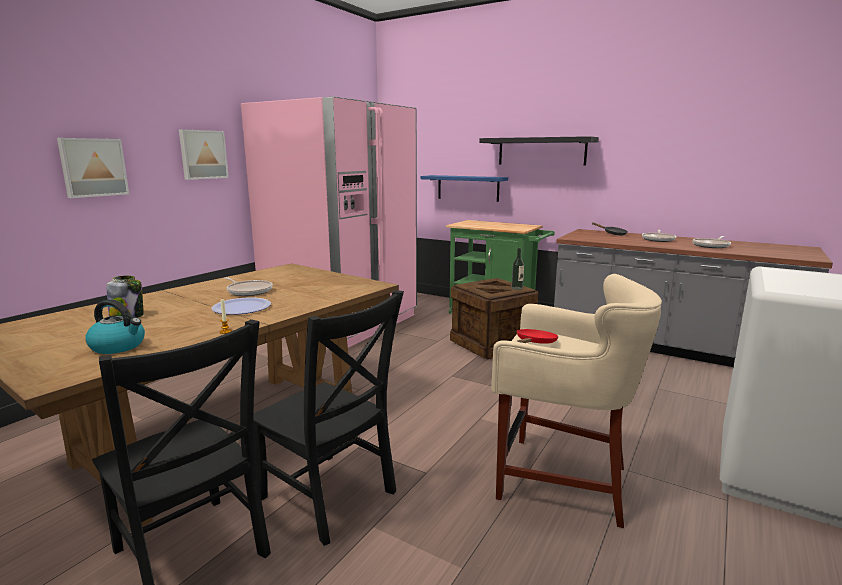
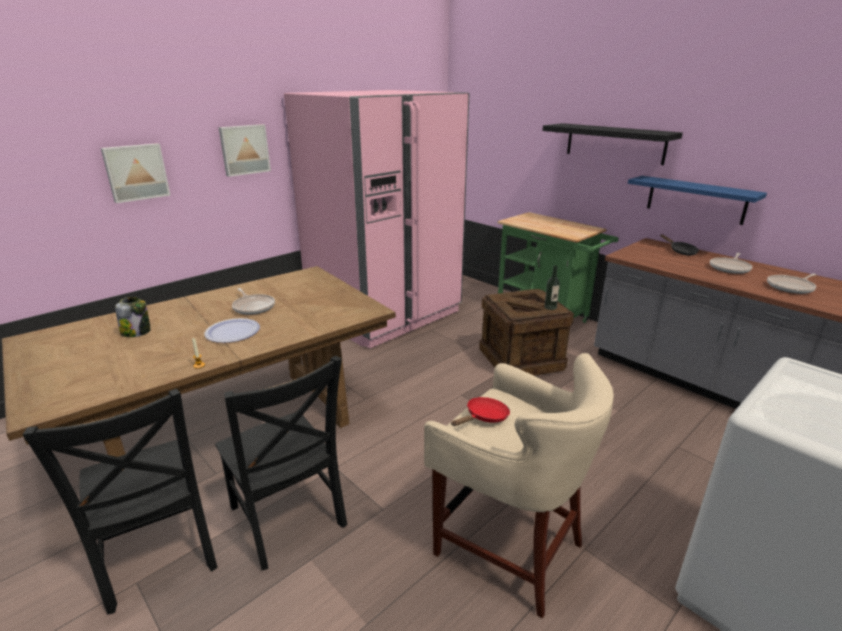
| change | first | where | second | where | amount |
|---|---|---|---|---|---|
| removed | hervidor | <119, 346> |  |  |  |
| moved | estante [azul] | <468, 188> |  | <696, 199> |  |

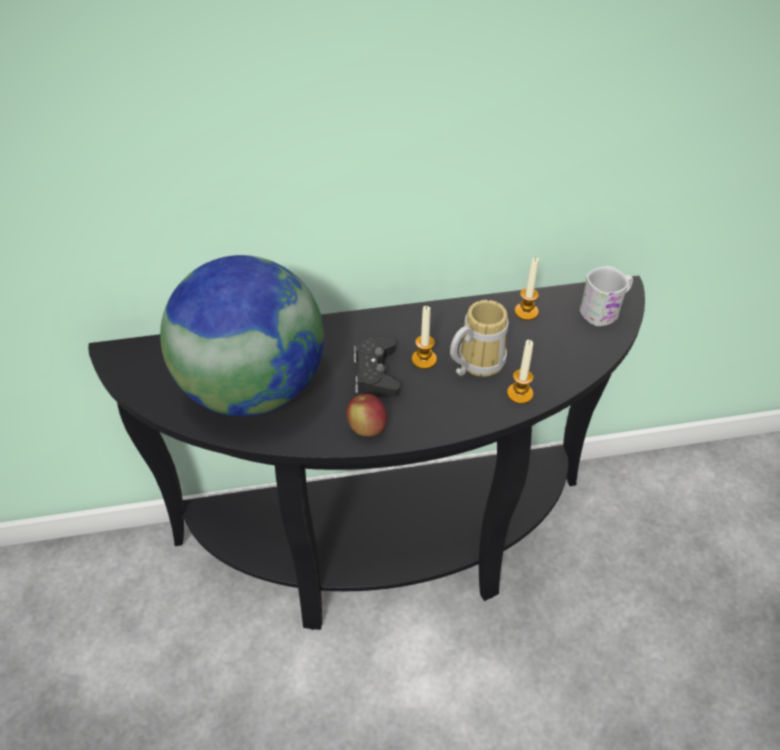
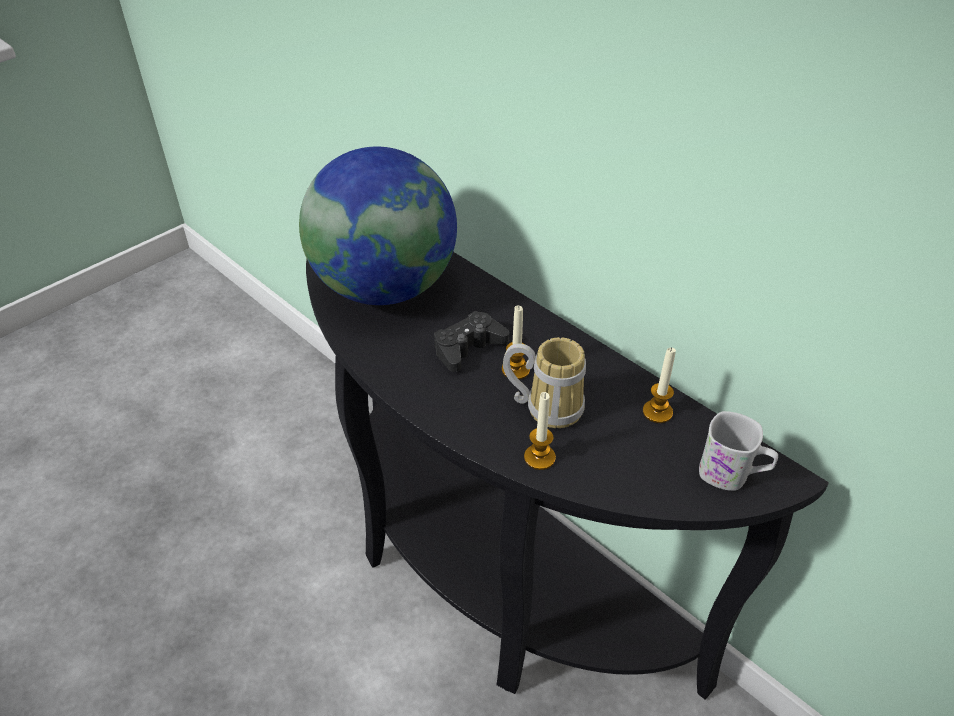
| change | first | where | second | where | amount |
|---|---|---|---|---|---|
| removed | manzana | <367, 428> |  |  |  |

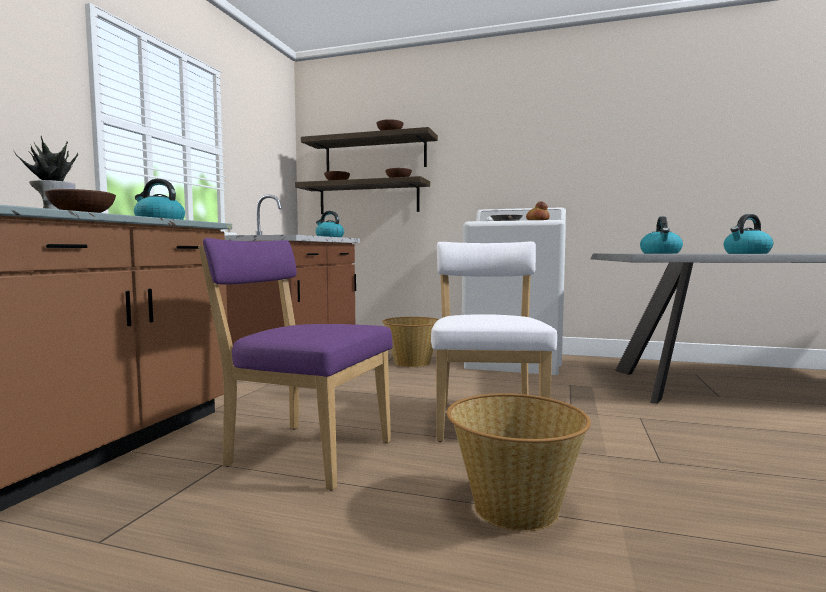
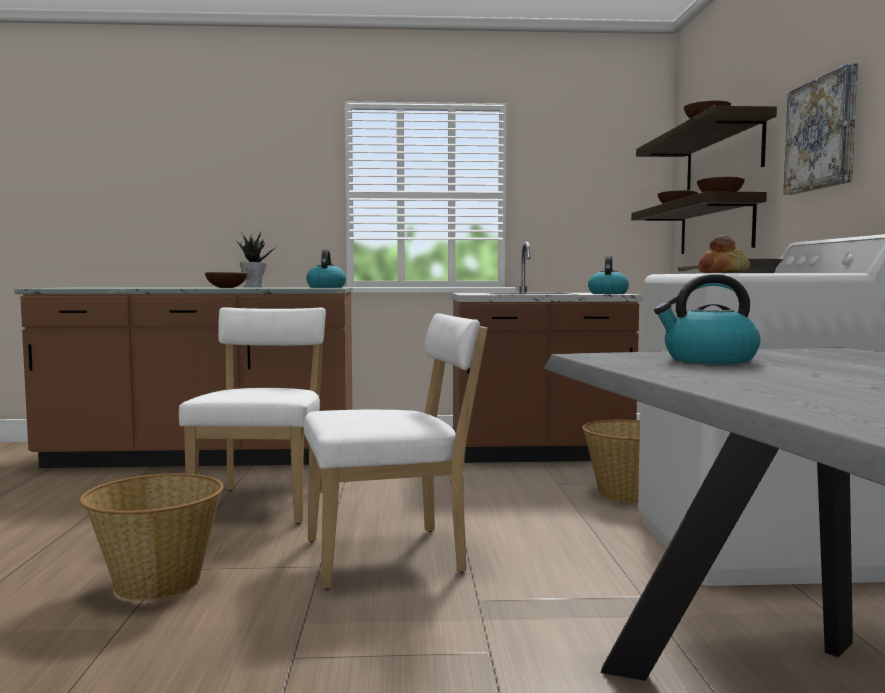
| change | first | where | second | where | amount |
|---|---|---|---|---|---|
| removed | hervidor | <746, 253> |  |  |  |
| added |  |  | cuadro | <822, 134> |  |
| recoloured | silla [morado] | <304, 453> | silla [blanco] | <263, 503> |  |

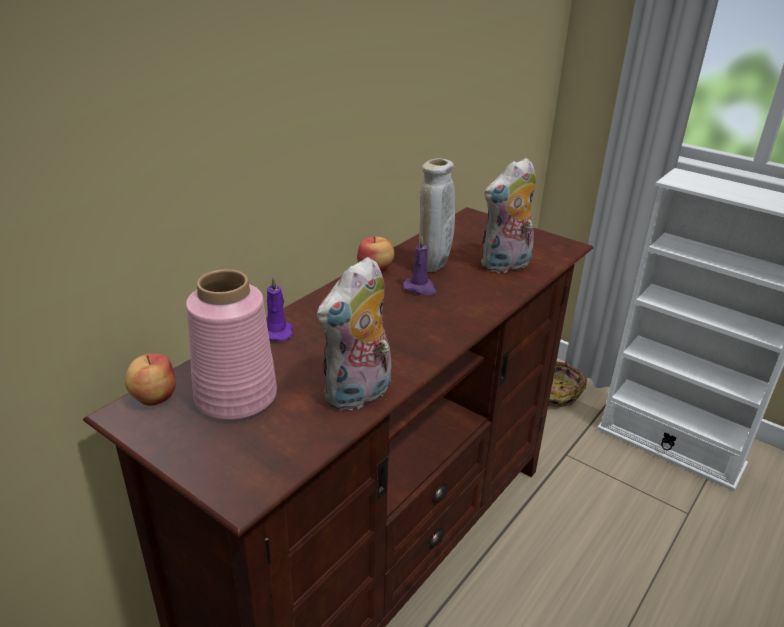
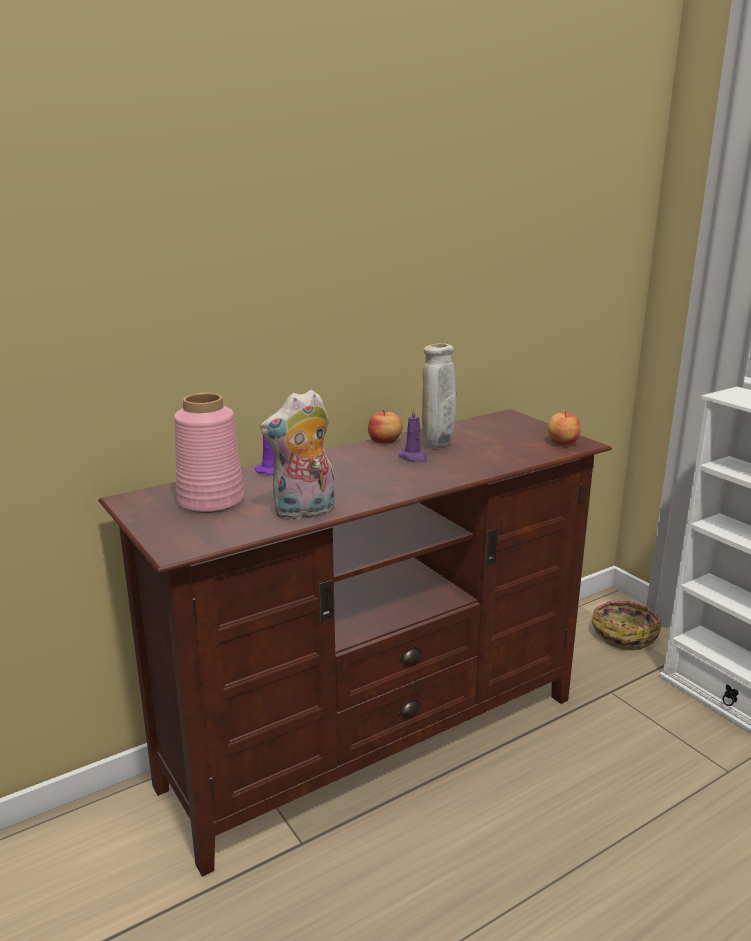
| change | first | where | second | where | amount |
|---|---|---|---|---|---|
| removed | peluche | <506, 265> |  |  |  |
| moved | manzana | <154, 397> |  | <561, 443> |  |

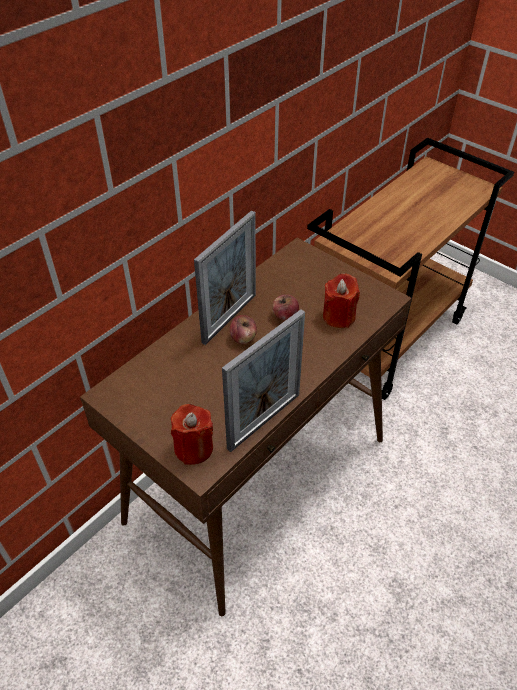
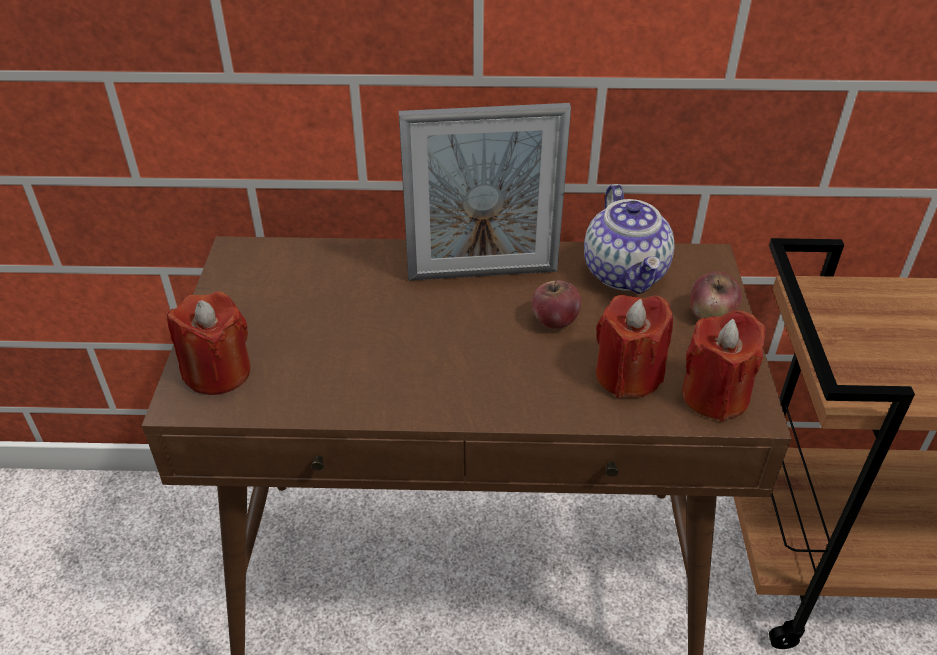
| change | first | where | second | where | amount |
|---|---|---|---|---|---|
| removed | portarretratos | <264, 421> |  |  |  |
| added |  |  | tetera | <626, 273> |  |
| added |  |  | vela [rojo] | <715, 395> |  |
| moved | manzana | <243, 338> |  | <711, 314> |  |

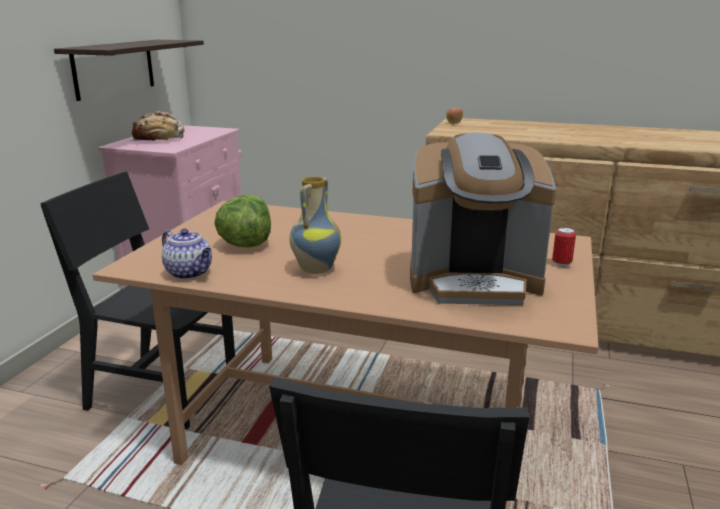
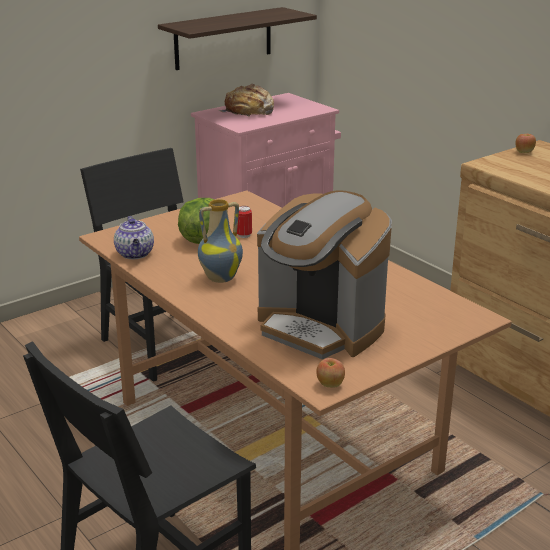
| change | first | where | second | where | amount |
|---|---|---|---|---|---|
| added |  |  | manzana | <330, 385> |  |
| moved | lata | <561, 264> |  | <244, 235> |  |

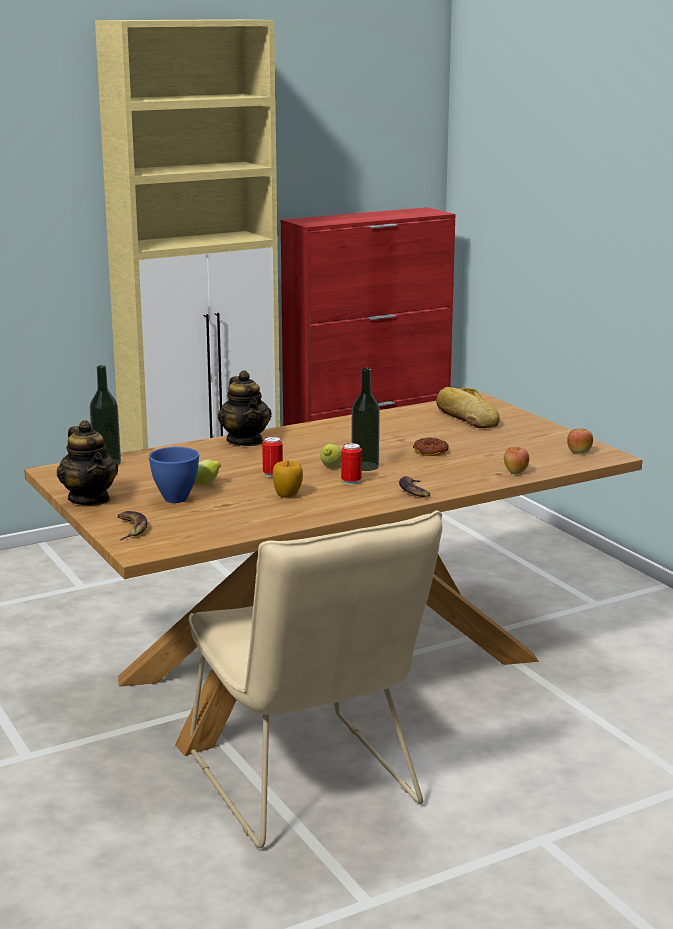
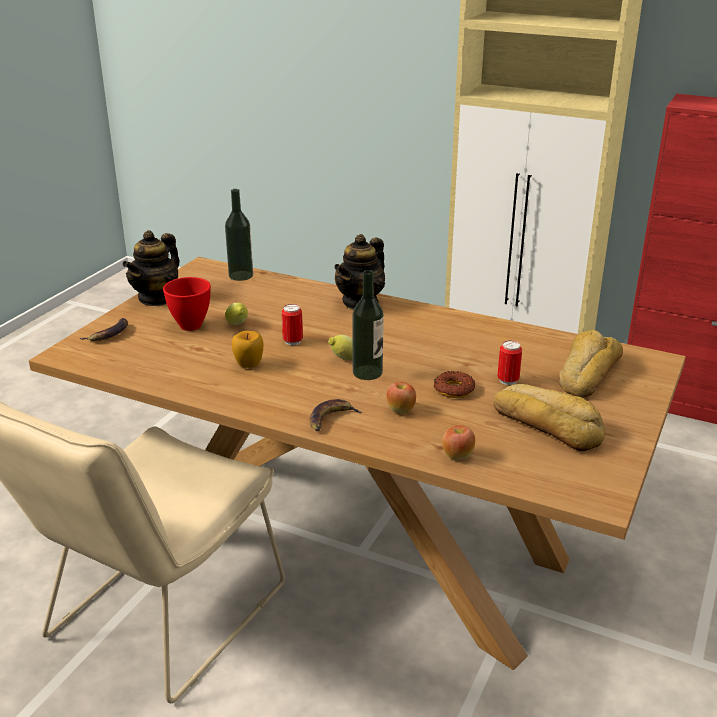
| change | first | where | second | where | amount |
|---|---|---|---|---|---|
| added |  |  | pan | <548, 424> |  |
| moved | lata | <351, 482> |  | <508, 380> |  |
| moved | manzana | <579, 452> |  | <400, 410> |  |
| recoloured | cuenco [azul] | <176, 499> | cuenco [rojo] | <189, 326> |  |

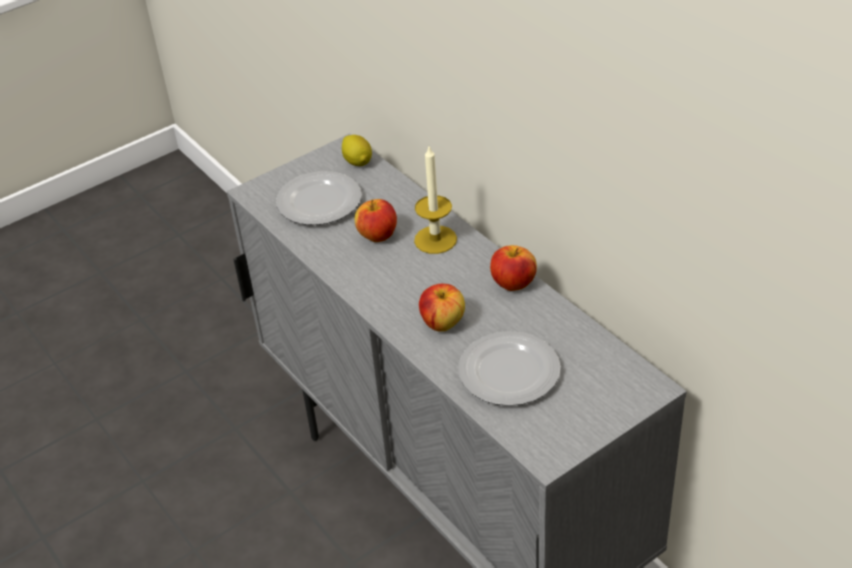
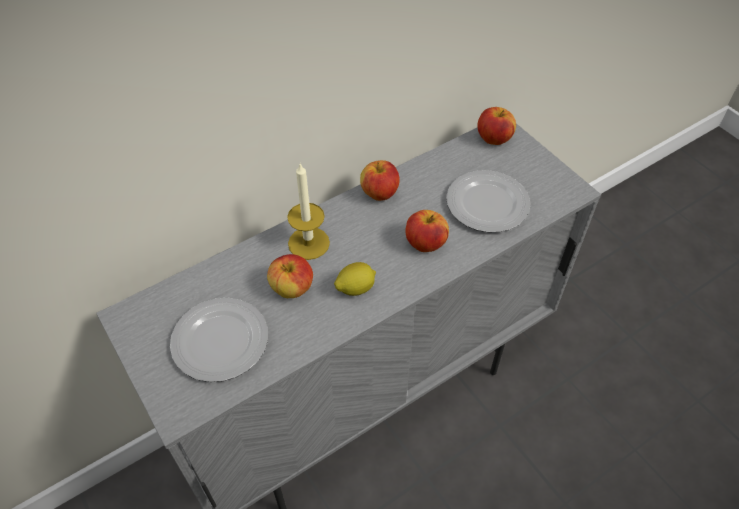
| change | first | where | second | where | amount |
|---|---|---|---|---|---|
| added |  |  | manzana | <493, 139> |  |
| moved | limón | <358, 161> |  | <355, 288> |  |

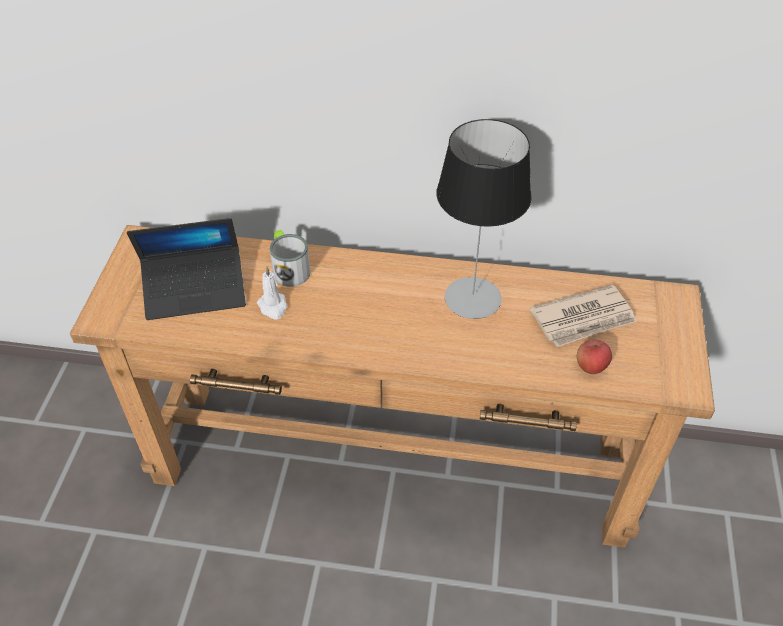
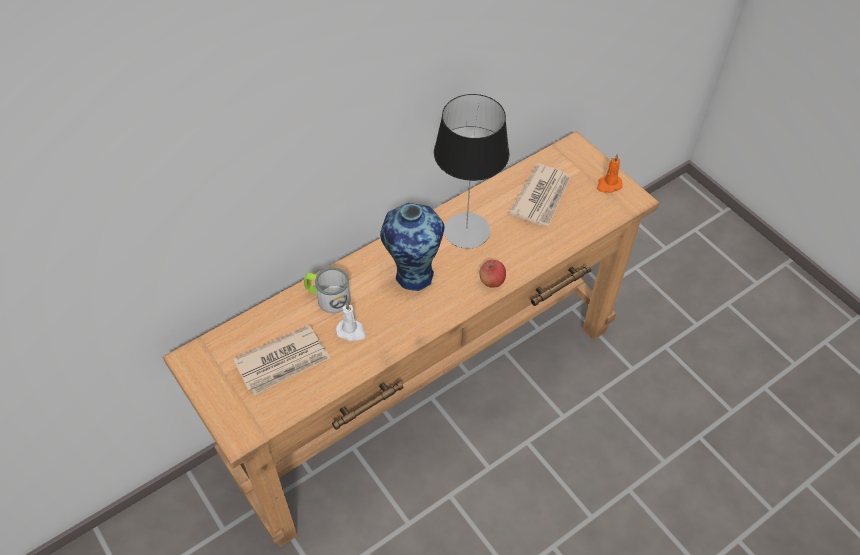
| change | first | where | second | where | amount |
|---|---|---|---|---|---|
| added |  |  | florero | <413, 274> |  |
| added |  |  | vela [naranja] | <608, 185> |  |
| moved | manzana | <591, 366> |  | <492, 281> |  |
| replaced | portátil | <195, 291> | periódico | <283, 362> |  |

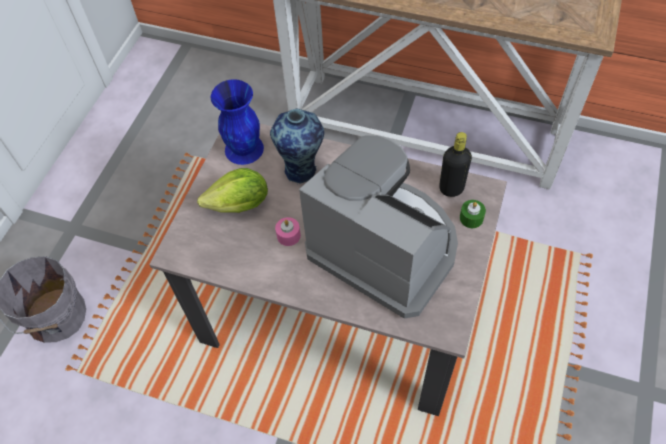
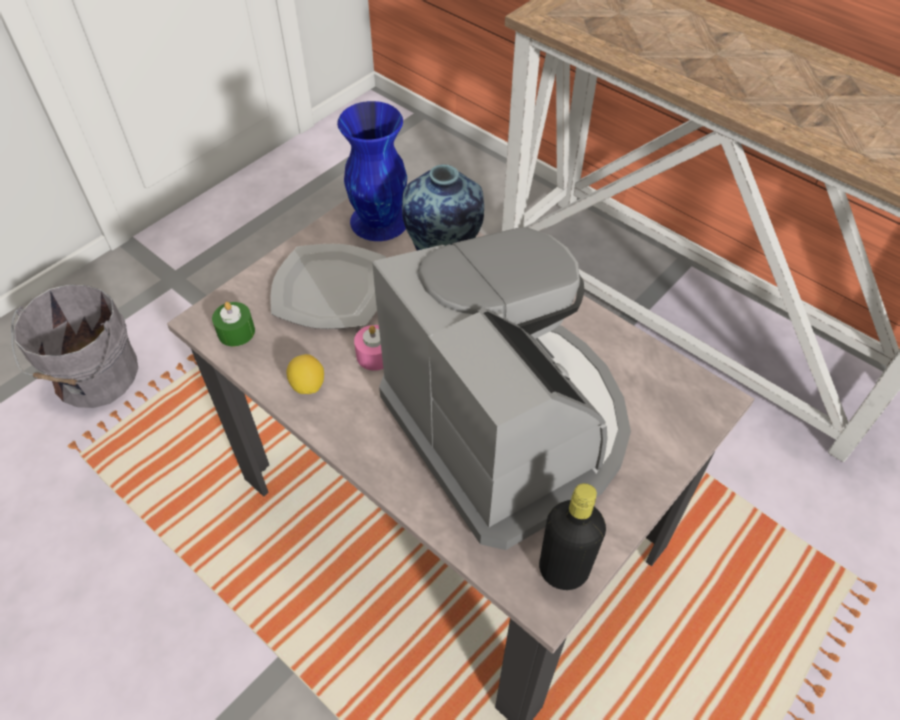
| change | first | where | second | where | amount |
|---|---|---|---|---|---|
| added |  |  | limón | <308, 385> |  |
| moved | botella [negro] | <451, 188> |  | <563, 570> |  |
| moved | vela [verde] | <471, 218> |  | <236, 332> |  |
| replaced | lechuga | <240, 205> | plato | <331, 290> |  |

